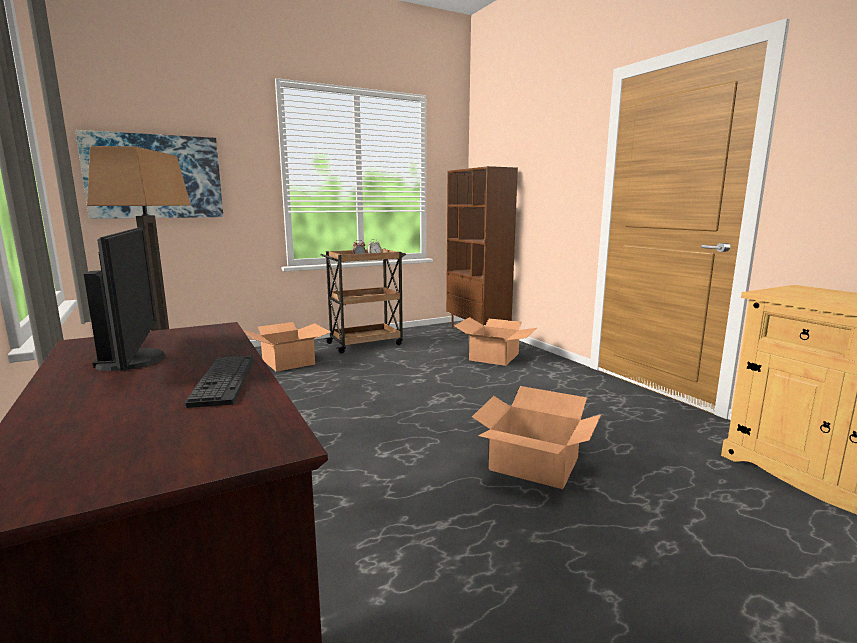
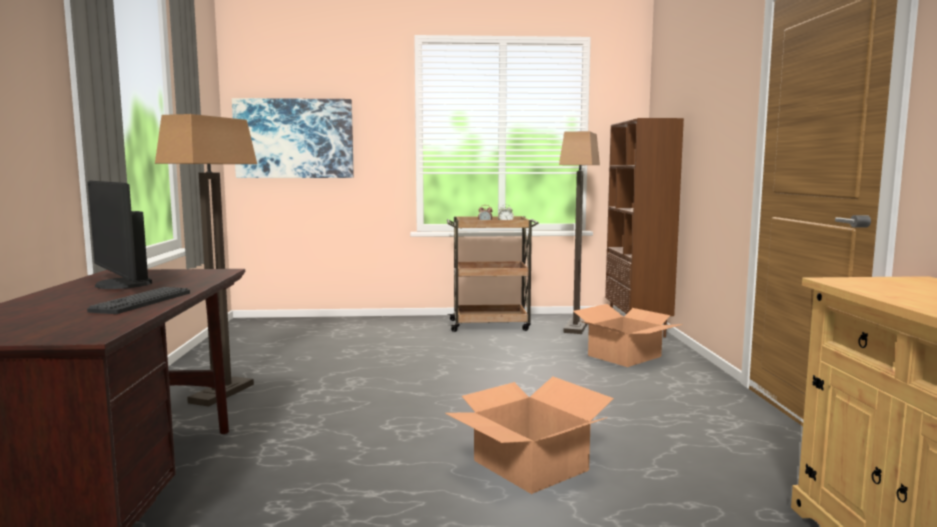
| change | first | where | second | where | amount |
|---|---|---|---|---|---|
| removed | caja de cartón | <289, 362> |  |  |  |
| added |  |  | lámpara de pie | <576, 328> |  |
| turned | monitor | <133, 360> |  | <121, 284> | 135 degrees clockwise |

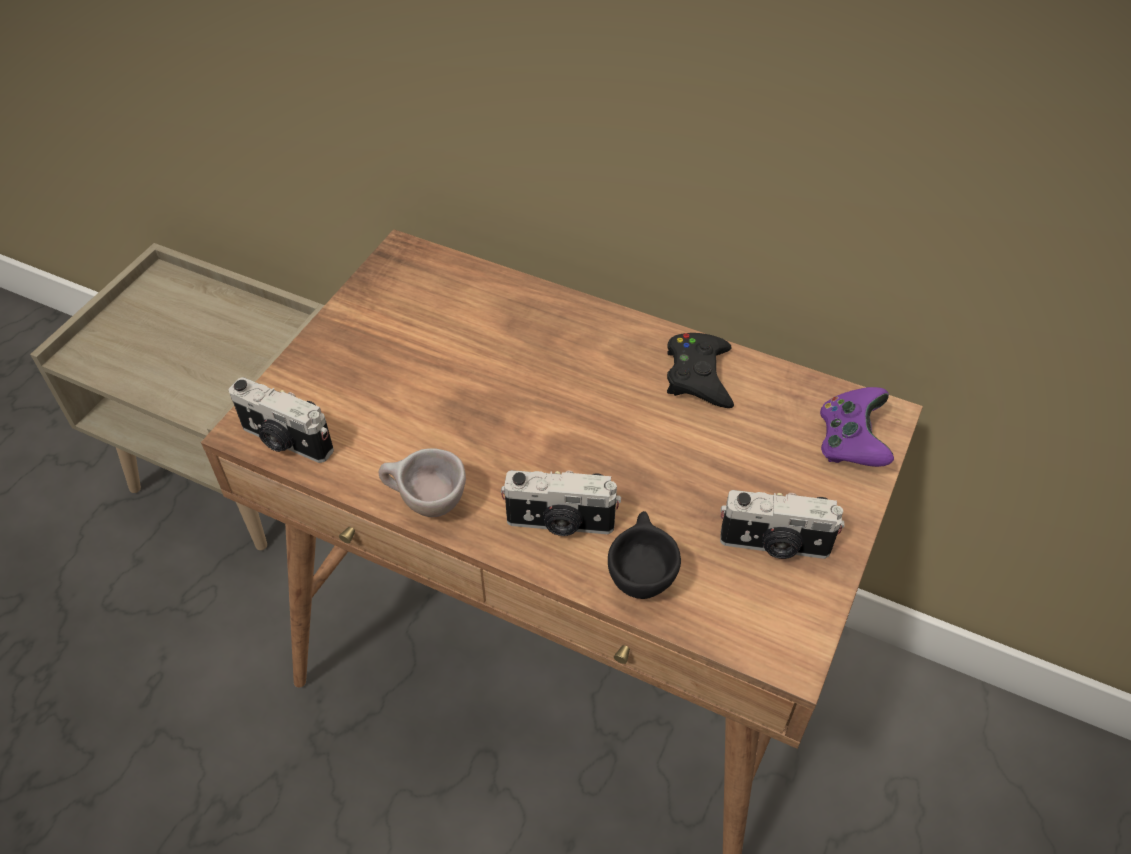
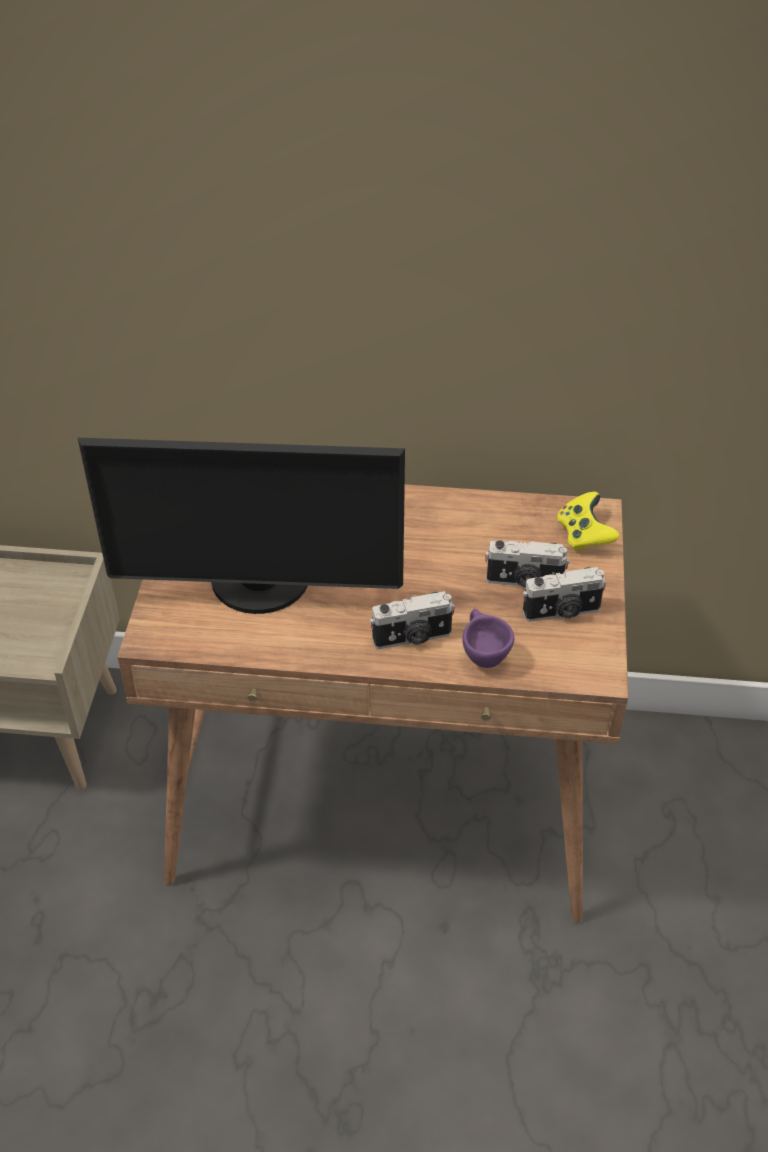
| change | first | where | second | where | amount |
|---|---|---|---|---|---|
| removed | taza [beis] | <425, 504> |  |  |  |
| removed | mando de consola [negro] | <699, 376> |  |  |  |
| added |  |  | monitor | <259, 586> |  |
| moved | cámara | <285, 441> |  | <524, 582> |  |
| recoloured | taza [negro] | <639, 575> | taza [morado] | <482, 655> |  |
| recoloured | mando de consola [morado] | <850, 443> | mando de consola [amarillo] | <584, 535> |  |

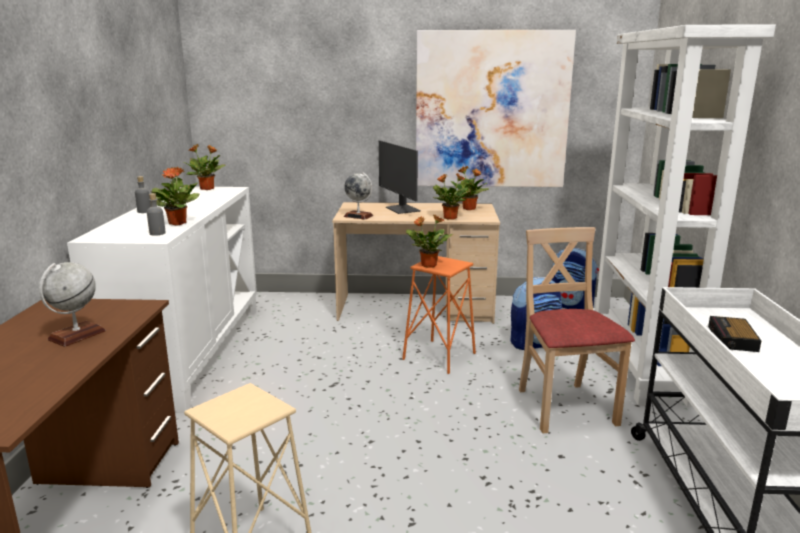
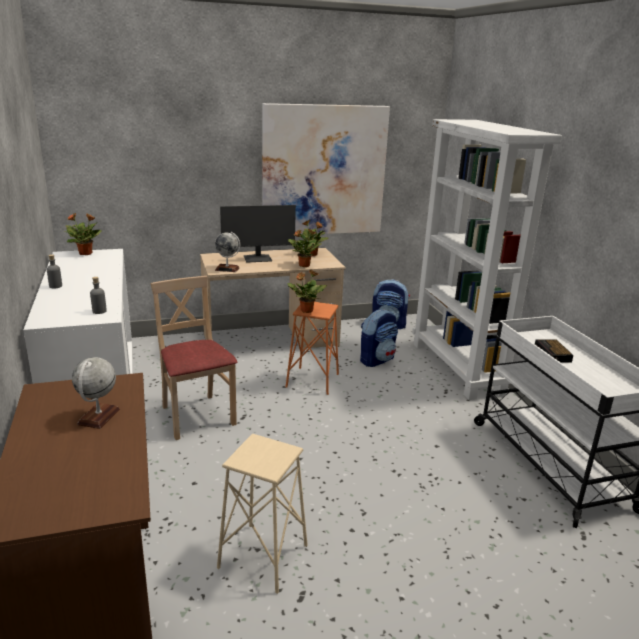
| change | first | where | second | where | amount |
|---|---|---|---|---|---|
| removed | planta en maceta | <178, 223> |  |  |  |
| moved | silla [beis] | <565, 407> |  | <197, 416> |  |
| turned | monitor | <402, 209> |  | <258, 259> | 60 degrees counterclockwise |

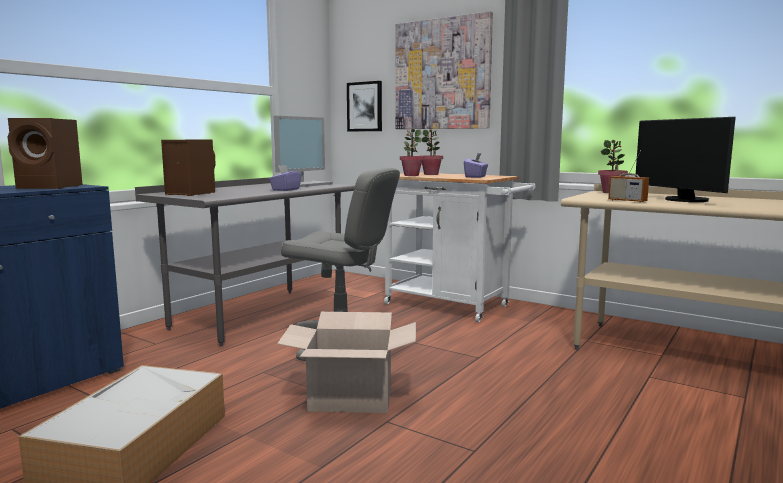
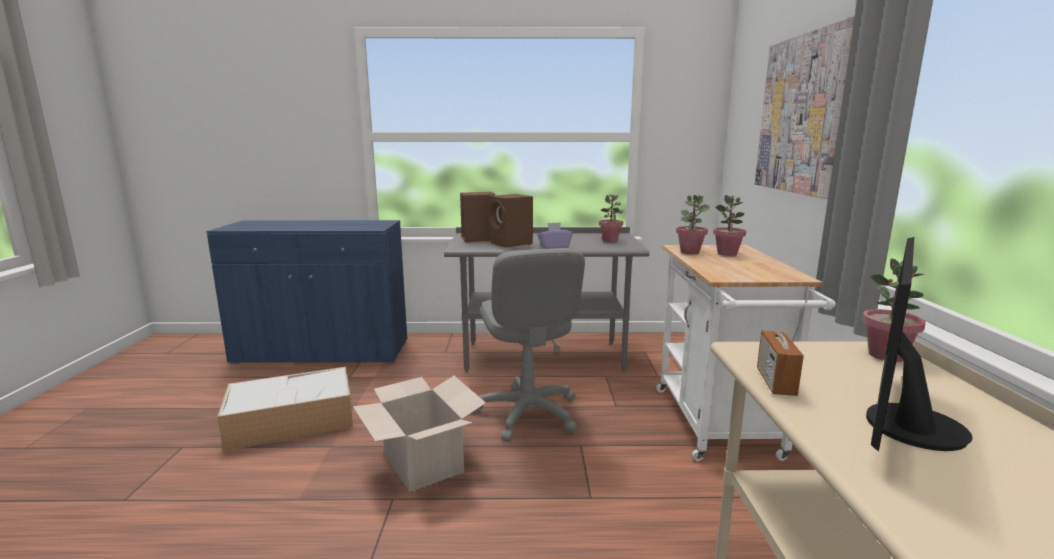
| change | first | where | second | where | amount |
|---|---|---|---|---|---|
| removed | cuadro | <365, 106> |  |  |  |
| removed | caja de pañuelos [morado] | <475, 177> |  |  |  |
| moved | altavoz [marrón] | <52, 187> |  | <511, 244> |  |
| replaced | monitor | <303, 184> | planta en maceta | <610, 240> |  |

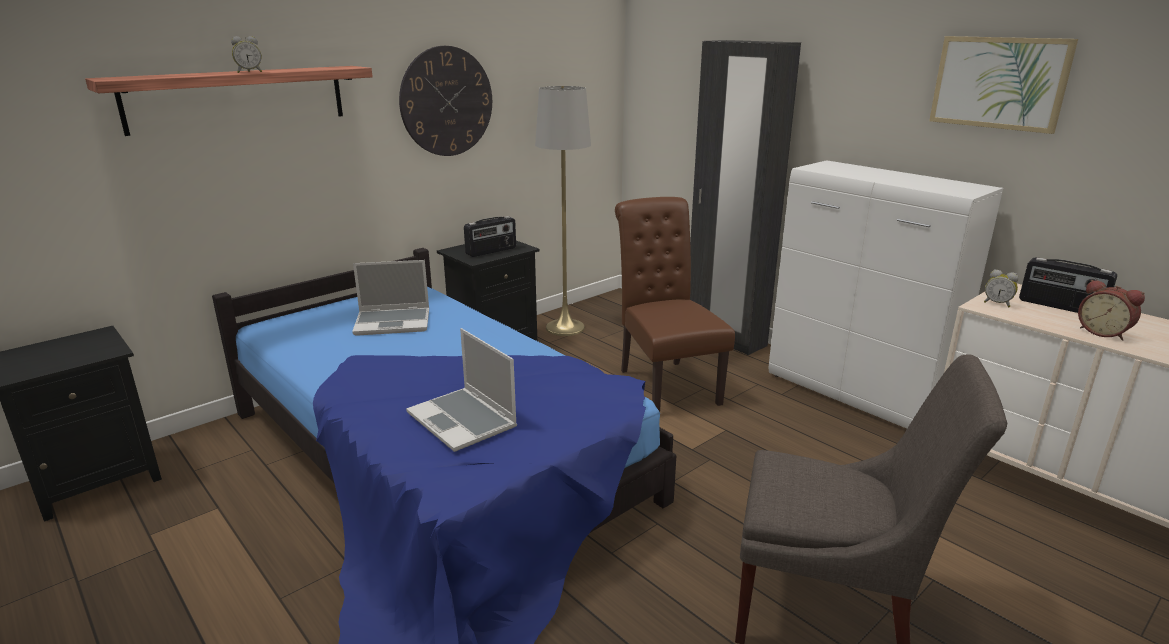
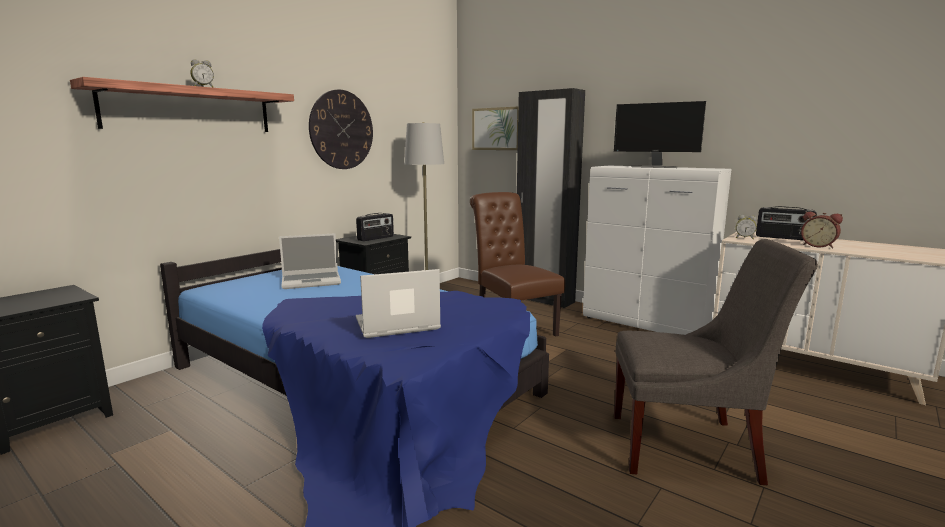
| change | first | where | second | where | amount |
|---|---|---|---|---|---|
| added |  |  | monitor | <654, 167> |  |
| moved | cuadro | <999, 83> |  | <496, 129> |  |
| turned | portátil | <463, 421> |  | <396, 325> | 120 degrees clockwise |

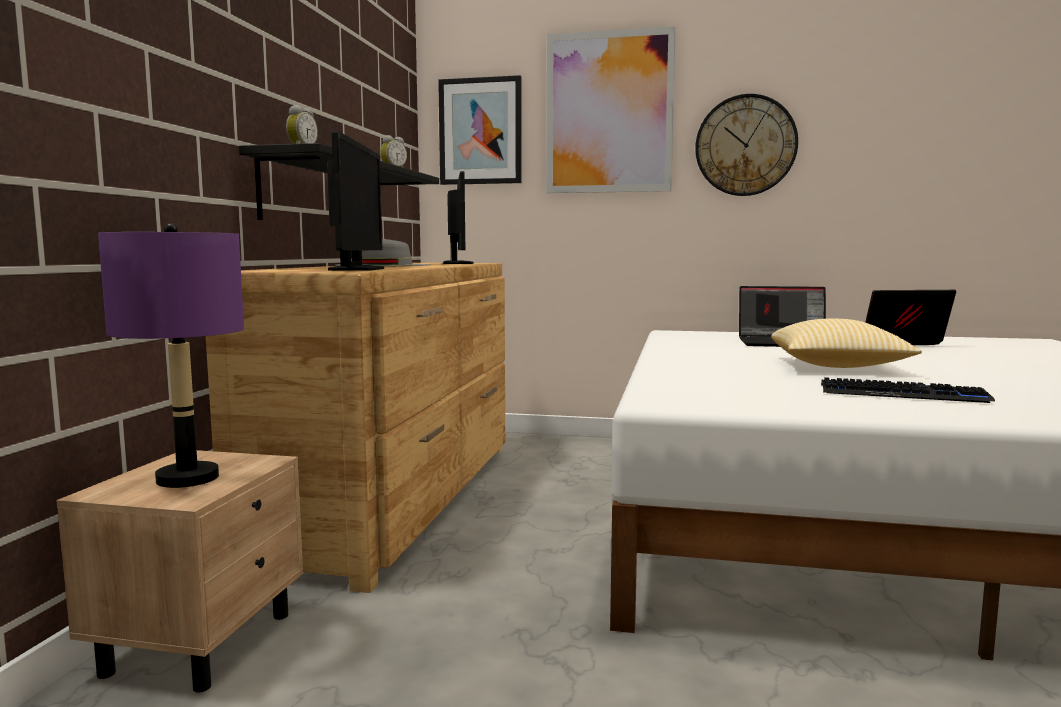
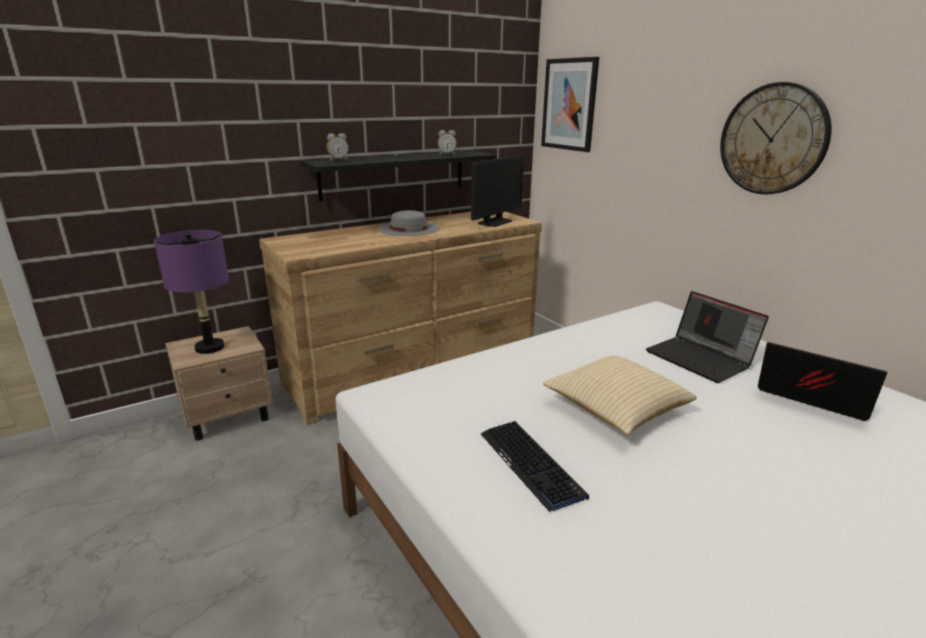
| change | first | where | second | where | amount |
|---|---|---|---|---|---|
| removed | monitor | <356, 269> |  |  |  |
| removed | cuadro | <609, 113> |  |  |  |

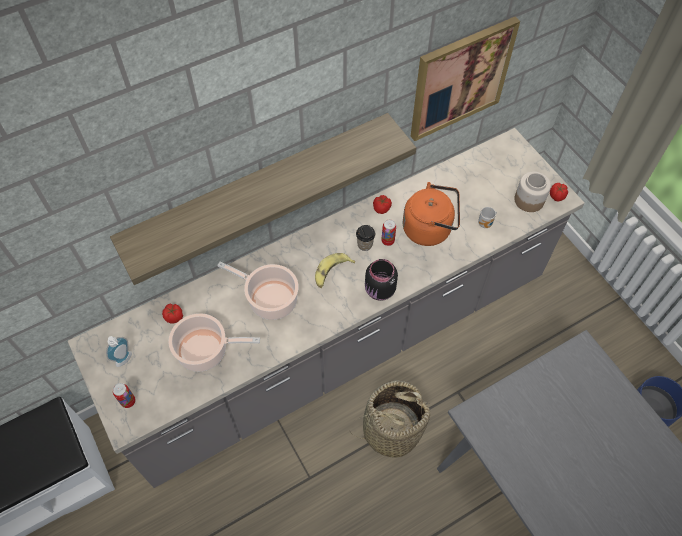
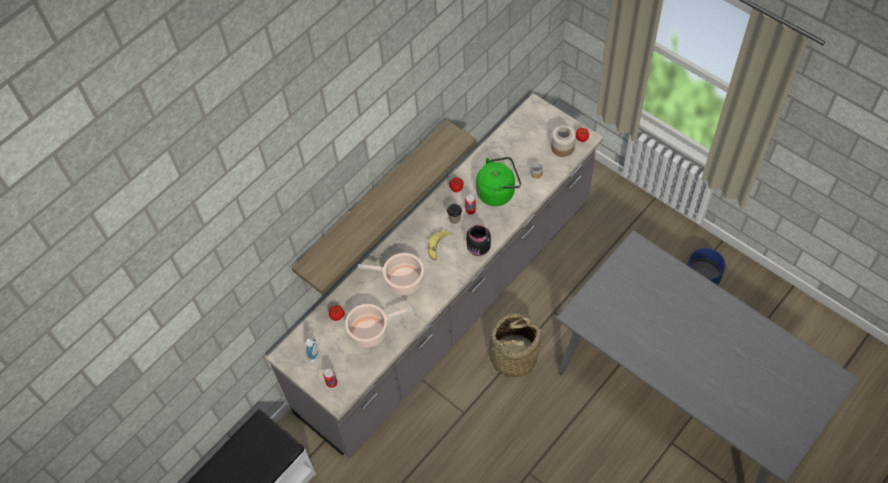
| change | first | where | second | where | amount |
|---|---|---|---|---|---|
| removed | cuadro | <460, 79> |  |  |  |
| recoloured | hervidor [naranja] | <430, 229> | hervidor [verde] | <498, 192> |  |

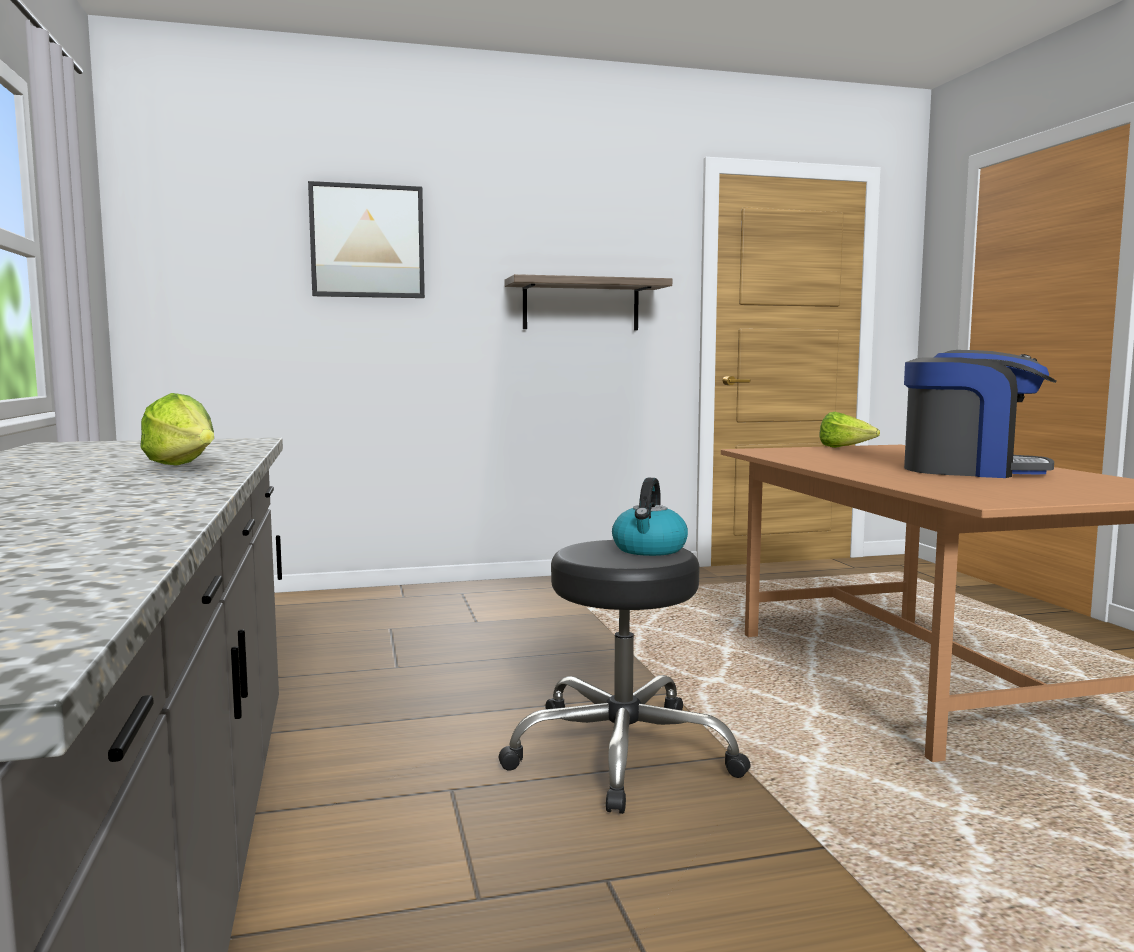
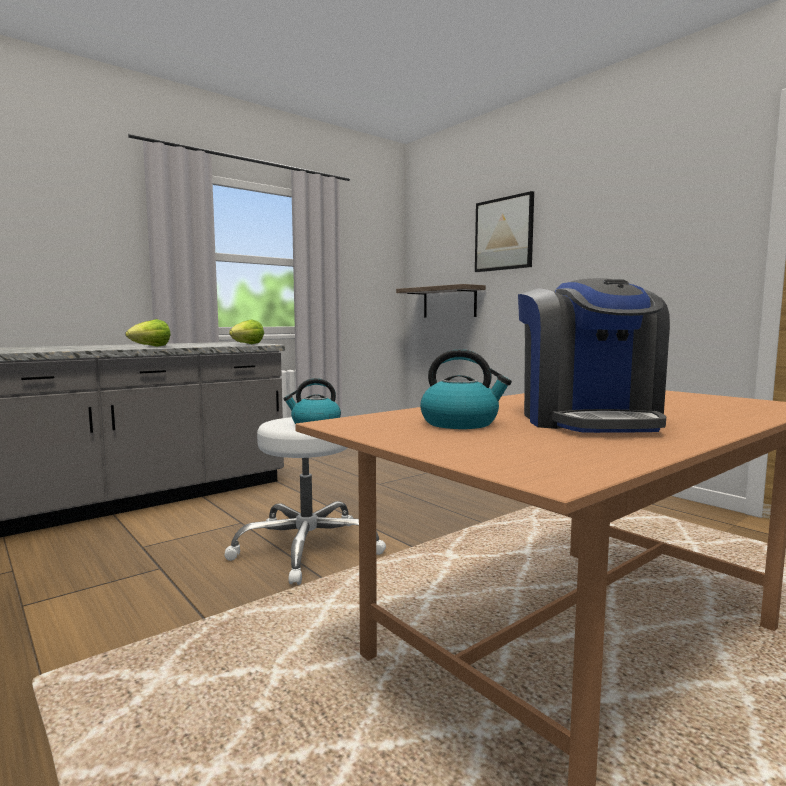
| change | first | where | second | where | amount |
|---|---|---|---|---|---|
| added |  |  | hervidor | <460, 423> |  |
| moved | estante | <581, 305> |  | <449, 302> |  |
| moved | lechuga | <845, 448> |  | <246, 344> |  |
| recoloured | taburete [negro] | <621, 752> | taburete [blanco] | <306, 548> |  |

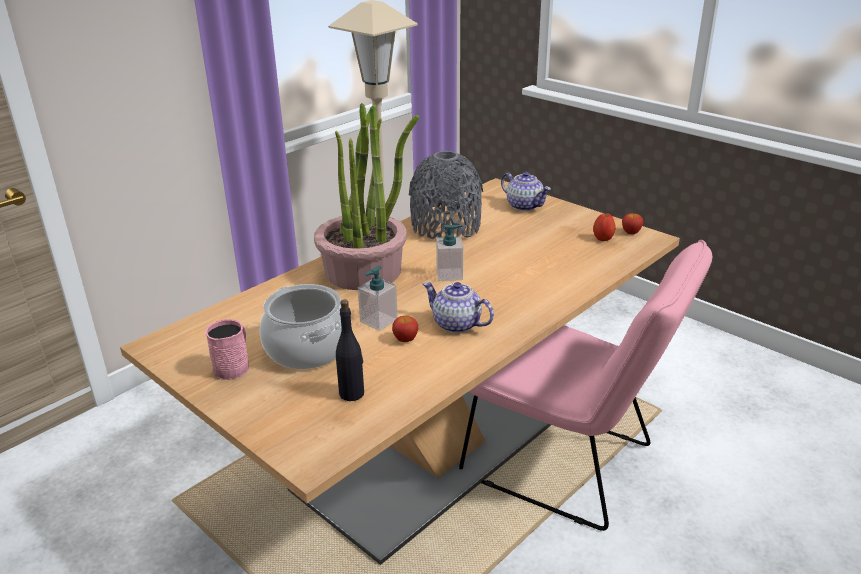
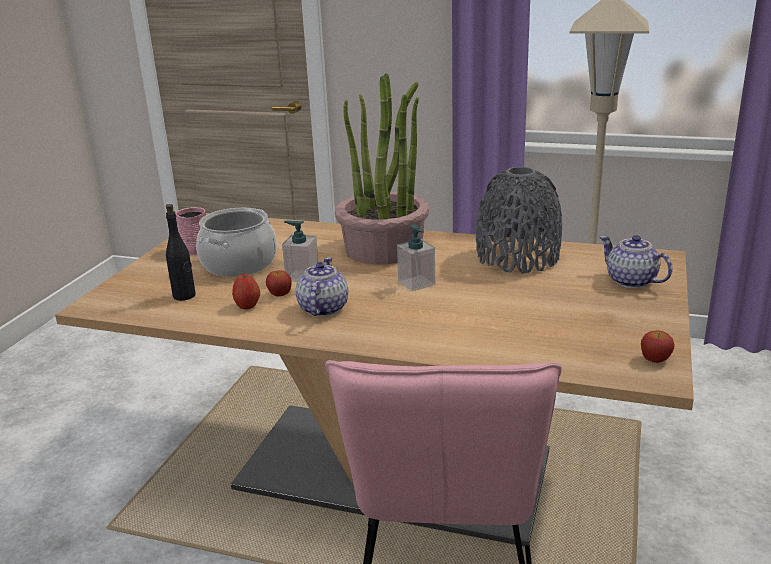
| change | first | where | second | where | amount |
|---|---|---|---|---|---|
| moved | manzana | <603, 238> |  | <247, 306> |  |
| turned | tetera | <524, 205> |  | <631, 281> | 120 degrees clockwise |

